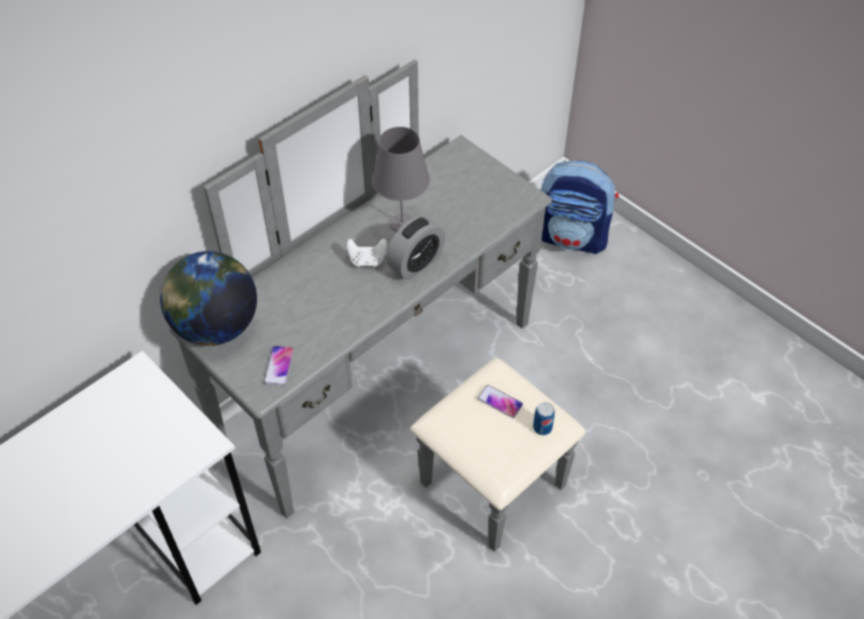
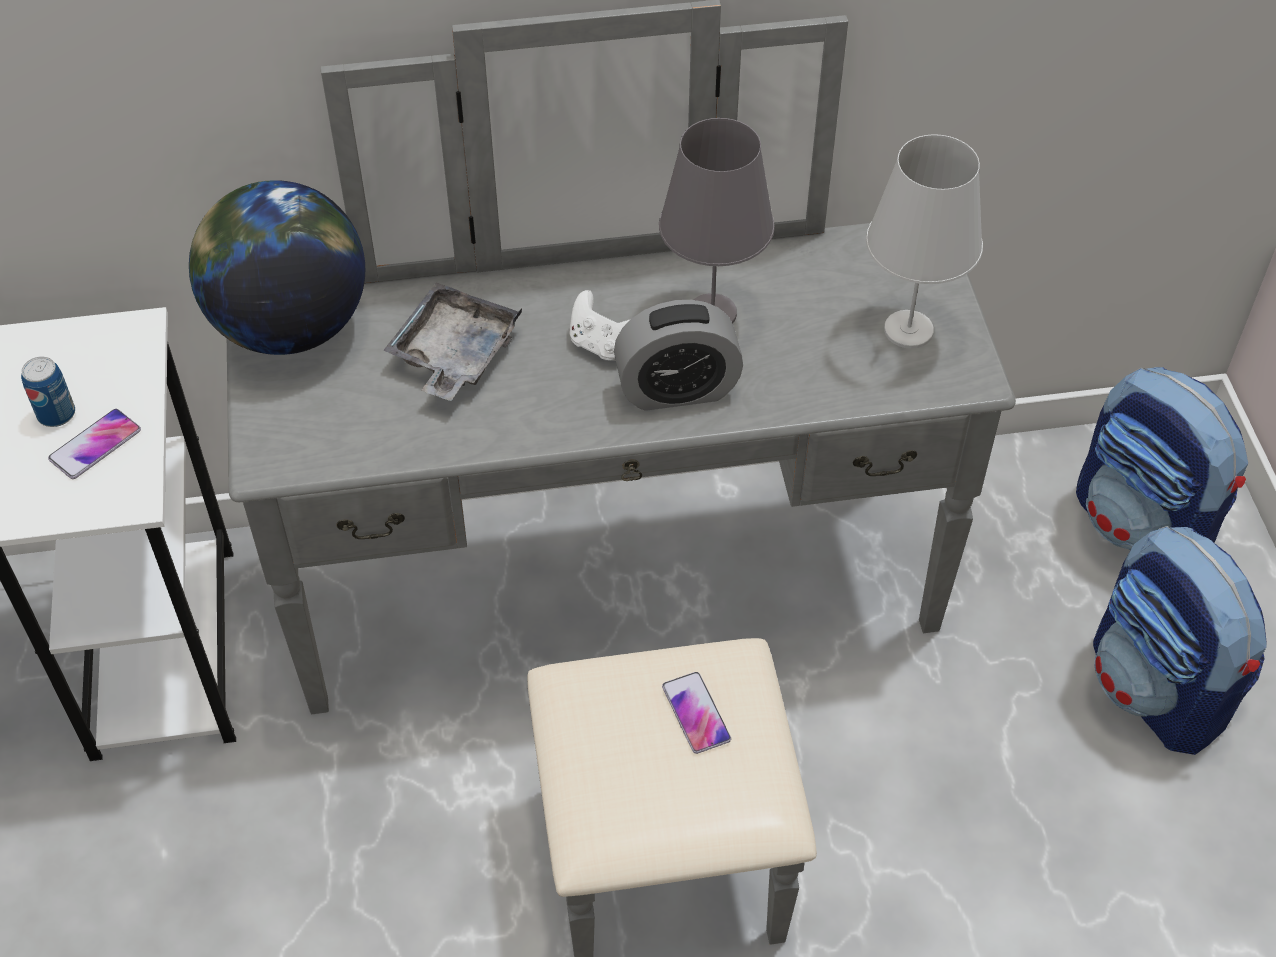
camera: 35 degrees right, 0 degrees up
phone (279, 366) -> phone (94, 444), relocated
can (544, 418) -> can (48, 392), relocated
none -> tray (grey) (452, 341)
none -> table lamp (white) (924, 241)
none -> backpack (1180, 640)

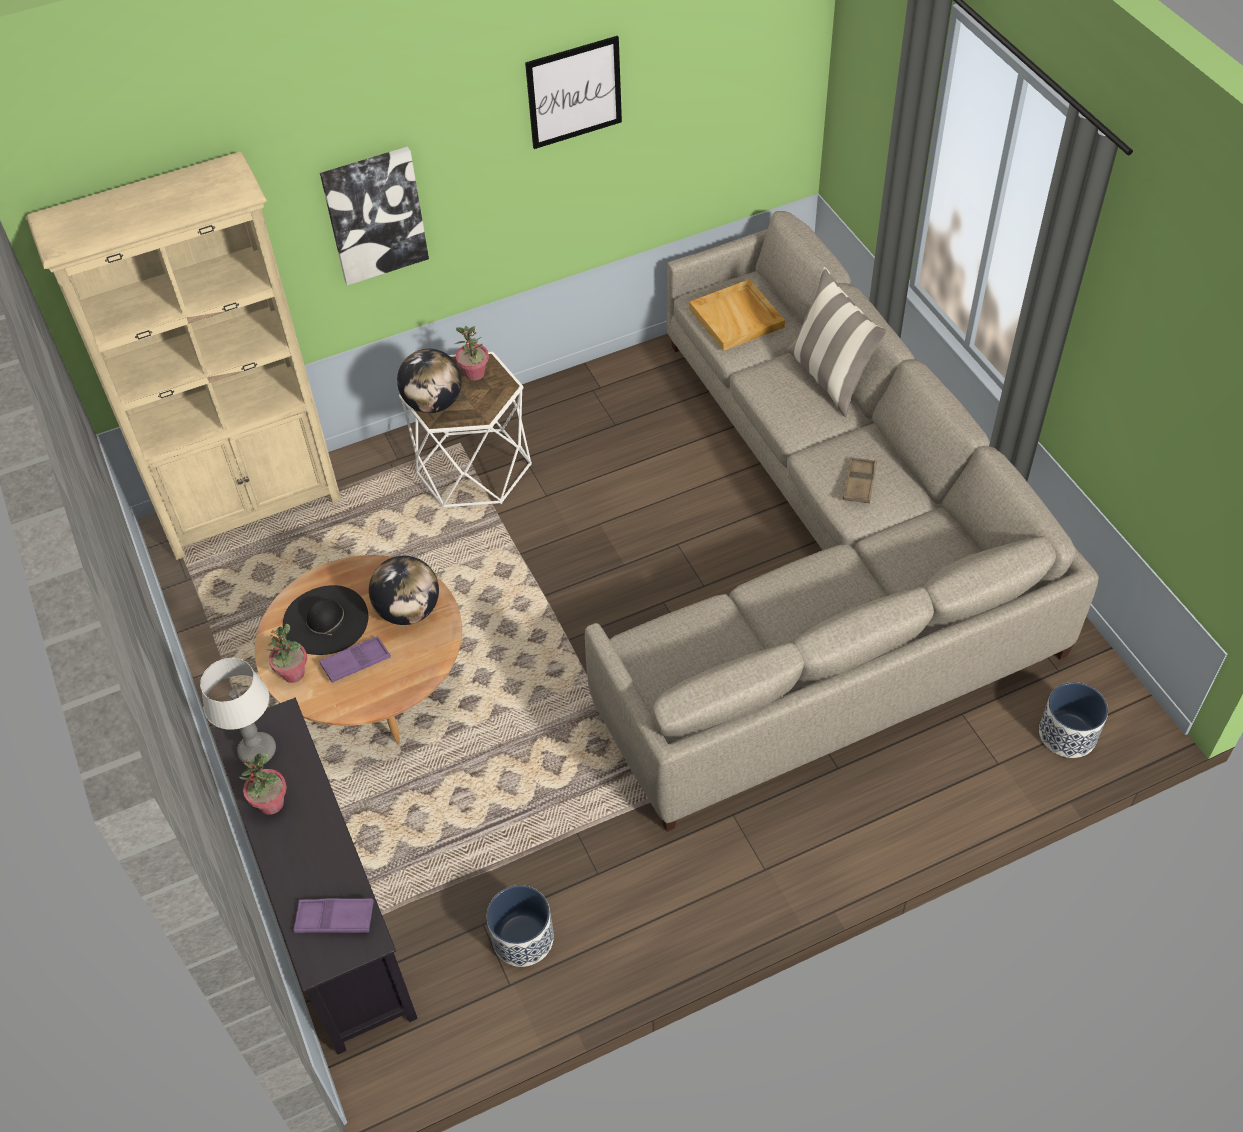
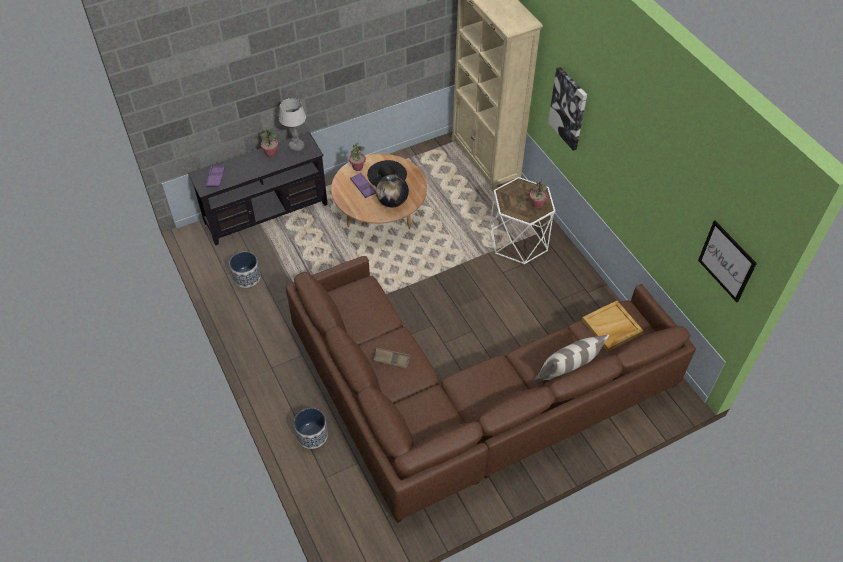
camera: 85 degrees right, 0 degrees up
globe (429, 381) -> none
picture (573, 92) -> picture (727, 261), relocated
sofa (grey) (842, 521) -> sofa (brown) (490, 389)
tray (brown) (860, 480) -> tray (brown) (391, 358), relocated
planter (1073, 720) -> planter (311, 428), relocated

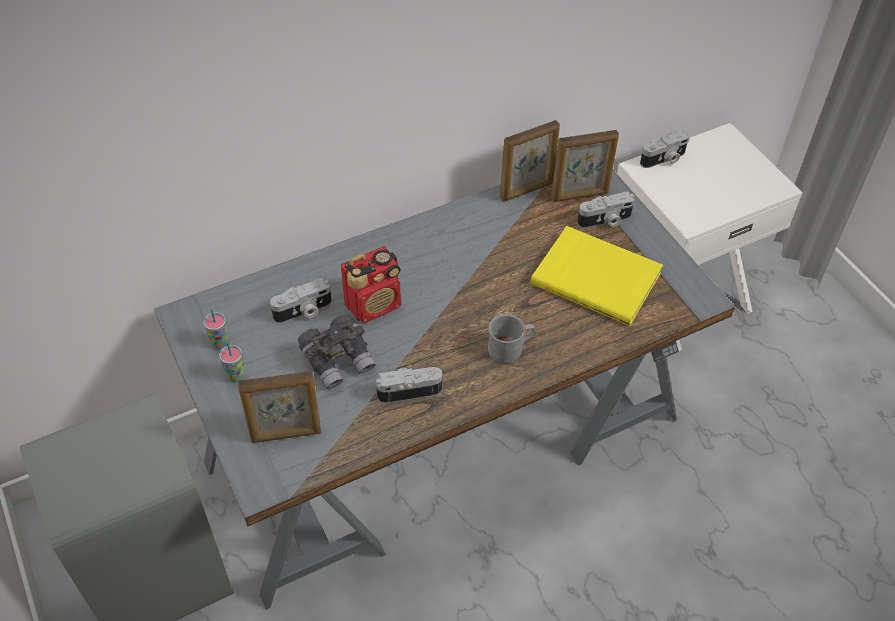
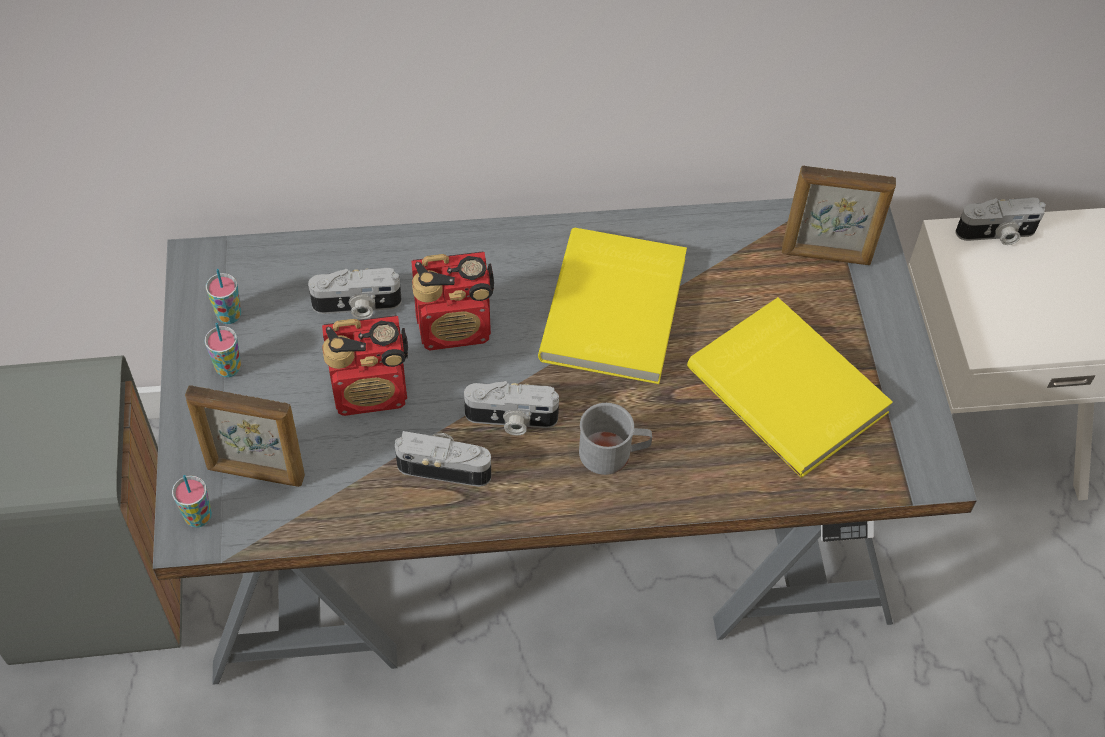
camera: 20 degrees right, 5 degrees up
binoculars (grey) (337, 351) -> radio (365, 365)
picture frame (530, 161) -> none
photo camera (605, 210) -> photo camera (511, 408), relocated
none -> cup (192, 501)
none -> book (yellow) (612, 306)

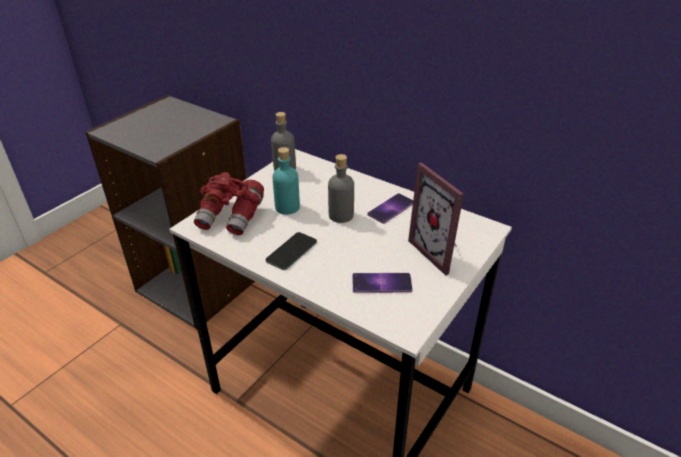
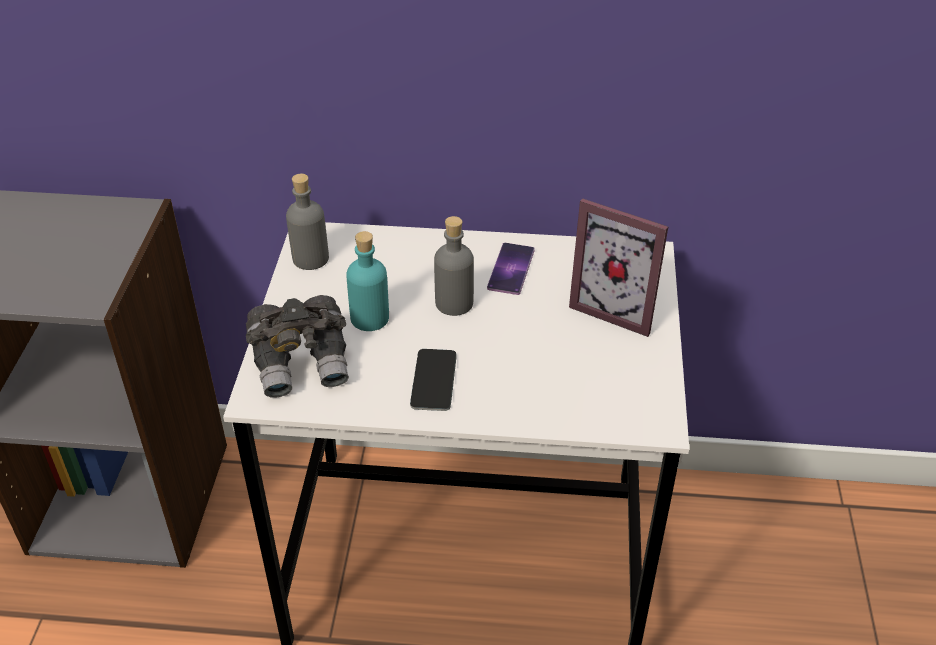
camera: 30 degrees left, 5 degrees up
binoculars (red) (229, 203) -> binoculars (grey) (297, 346)
phone (382, 283) -> none

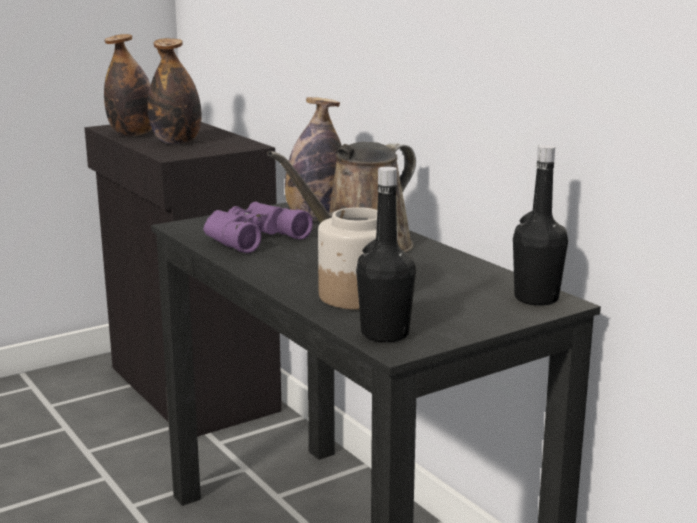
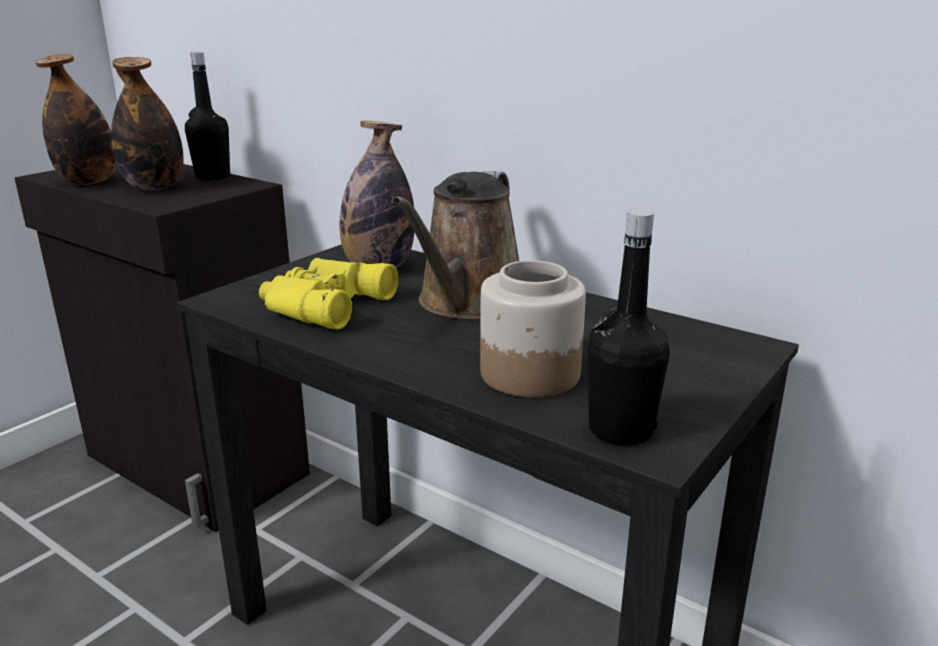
camera: 20 degrees left, 5 degrees up
binoculars (purple) (258, 227) -> binoculars (yellow) (328, 294)
bottle (black) (540, 225) -> bottle (black) (207, 117), relocated

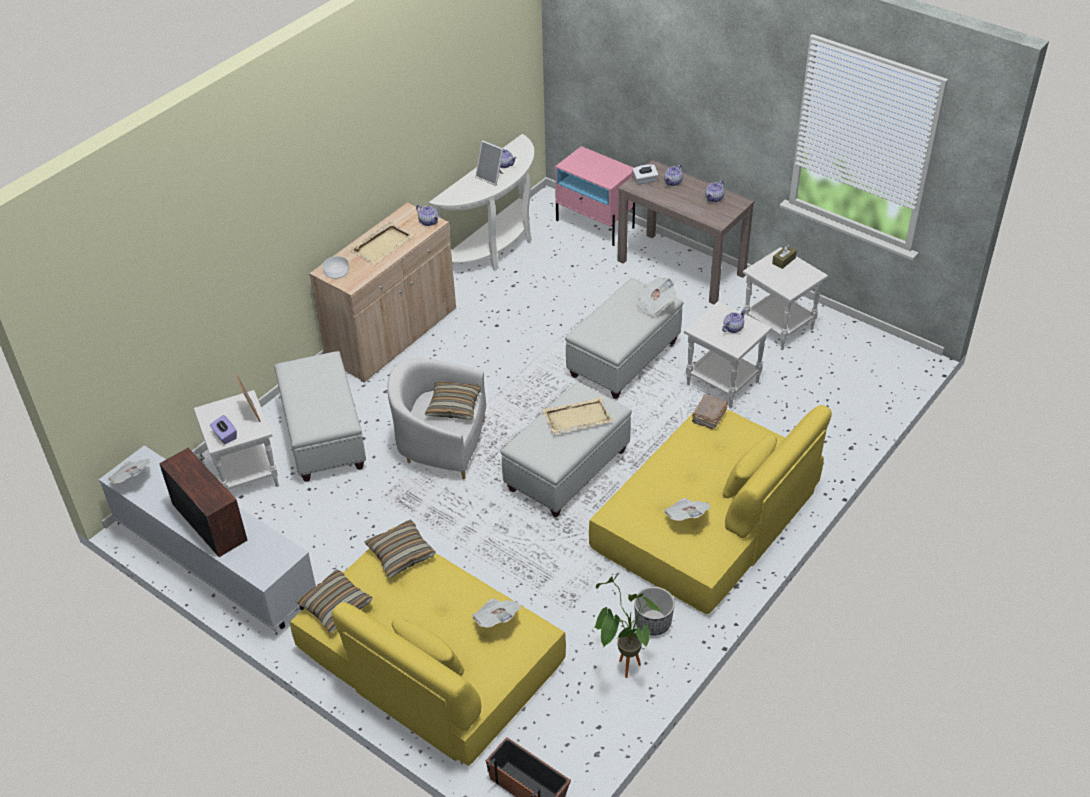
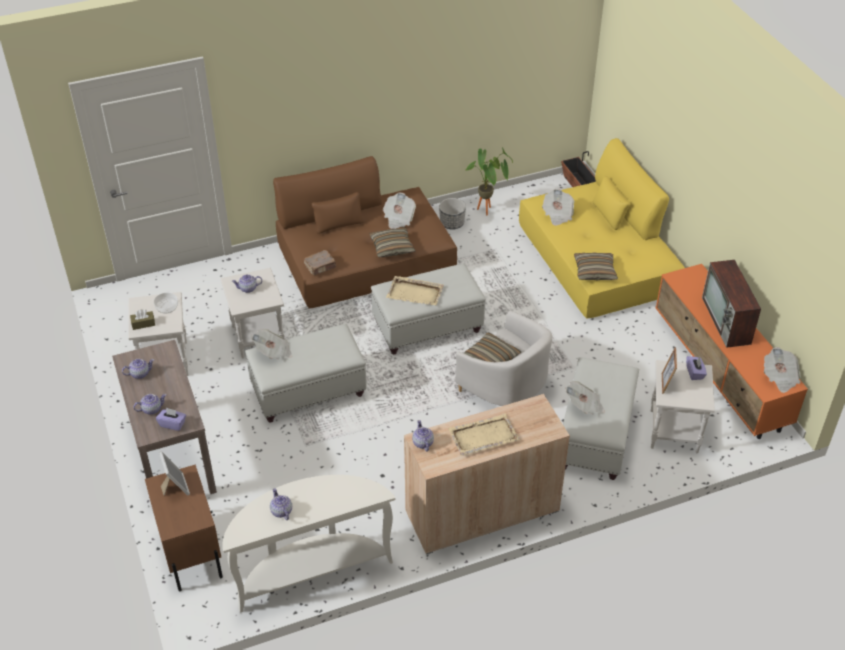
camera: 150 degrees left, 0 degrees up
tv stand (white) (207, 537) -> tv stand (orange) (731, 351)
pillow (333, 600) -> pillow (392, 242), relocated
bowl (335, 267) -> bowl (166, 303), relocated
picture frame (489, 163) -> picture frame (174, 473), relocated
nightstand (pink) (595, 196) -> nightstand (brown) (184, 528)
sofa (yellow) (710, 509) -> sofa (brown) (365, 232)
tissue box (white) (645, 174) -> tissue box (purple) (171, 419)
none -> newspaper (585, 397)

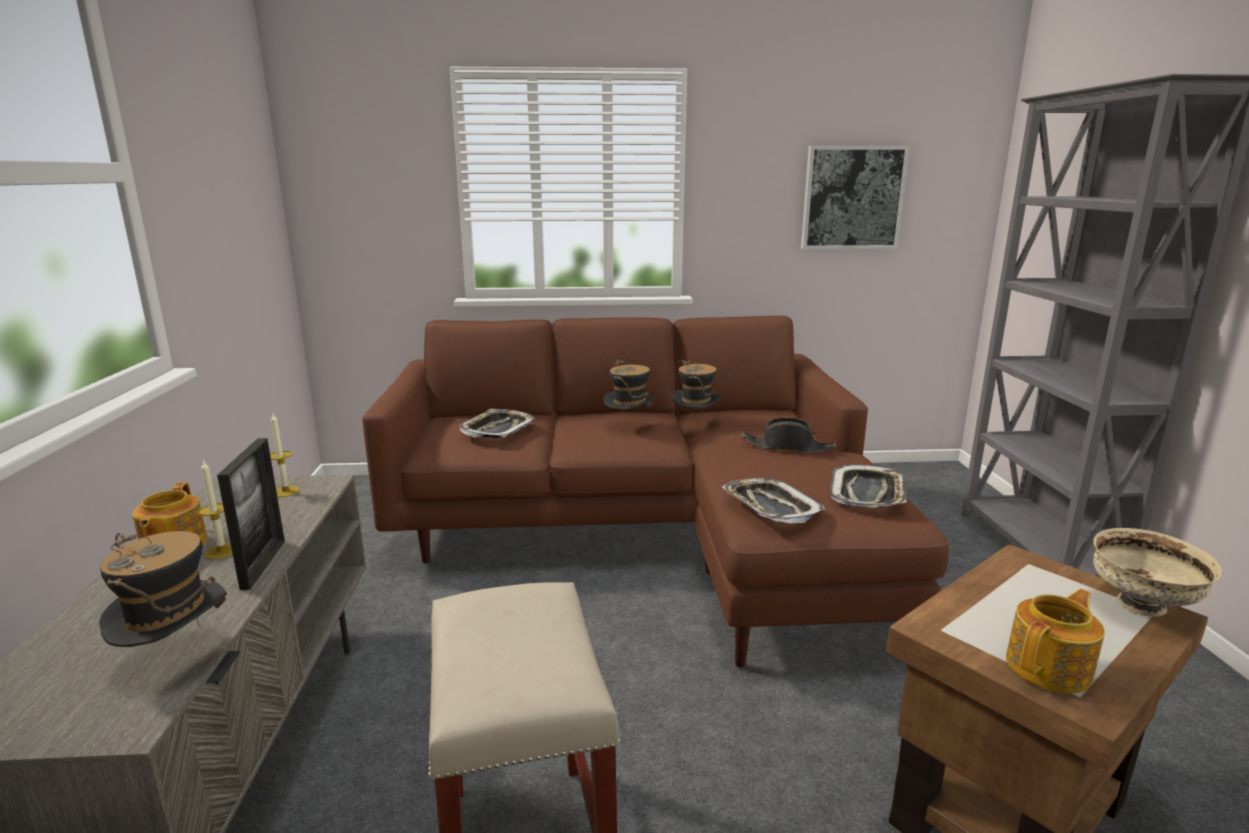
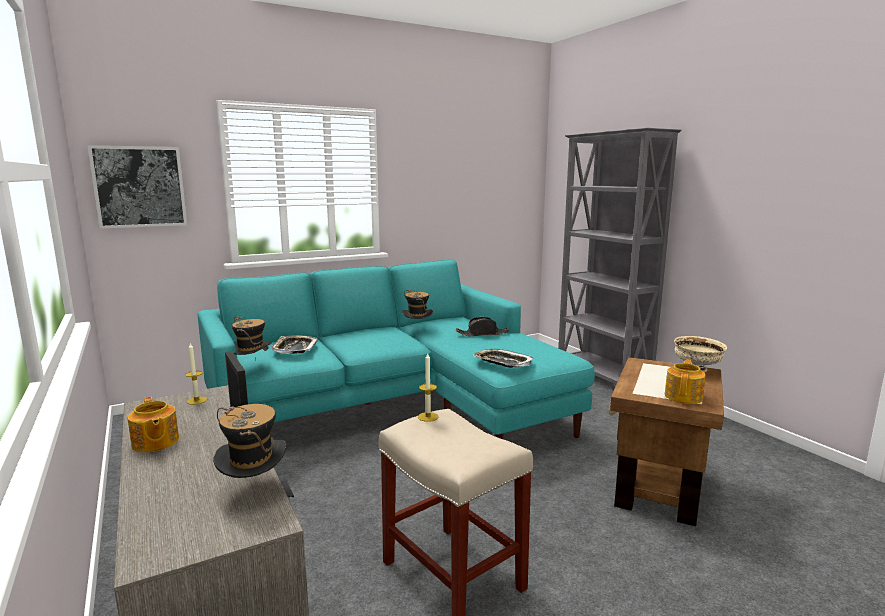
camera: 25 degrees left, 5 degrees down
candle (215, 509) -> candle (428, 387), relocated
sofa (brown) (655, 492) -> sofa (turquoise) (396, 349)
hat (629, 389) -> hat (252, 339), relocated
picture (855, 197) -> picture (137, 187), relocated
tray (868, 486) -> none

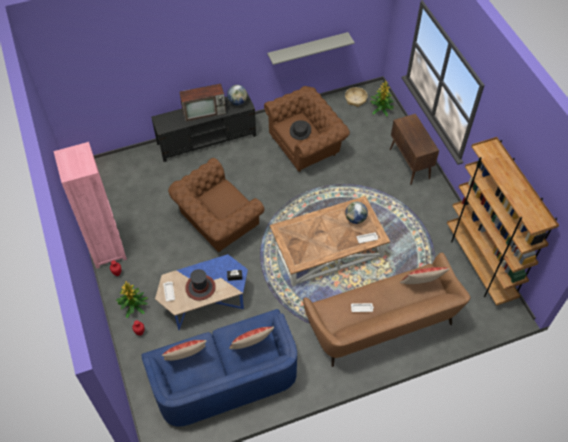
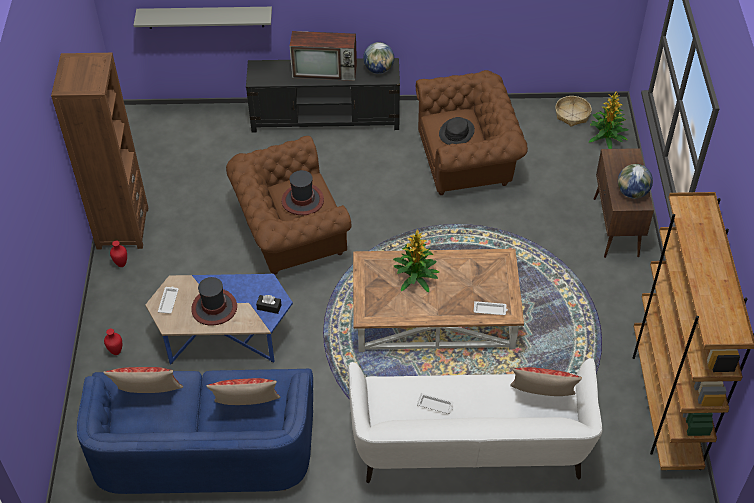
camera: 20 degrees right, 5 degrees down
bookcase (pink) (90, 205) -> bookcase (brown) (99, 151)
potted plant (132, 299) -> potted plant (416, 260), relocated
shelf (grey) (311, 48) -> shelf (grey) (203, 18), relocated
sofa (brown) (386, 310) -> sofa (white) (475, 420)
globe (356, 213) -> globe (635, 181), relocated
none -> hat (302, 192)

